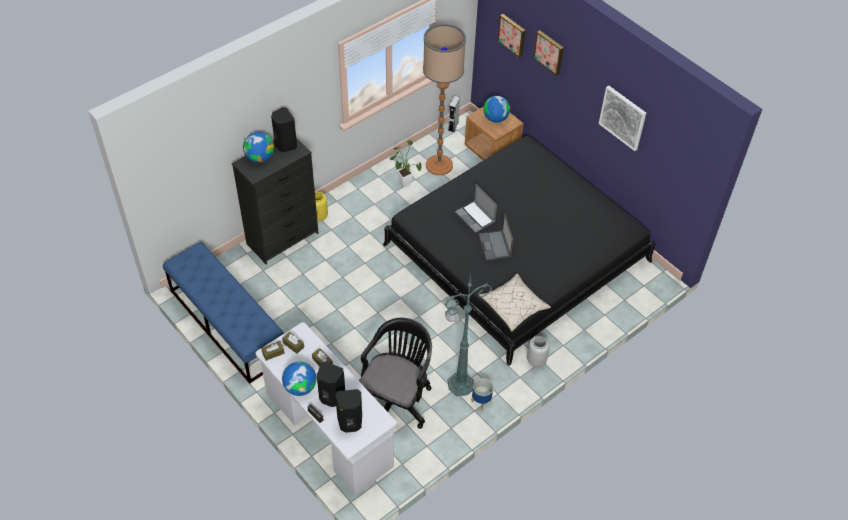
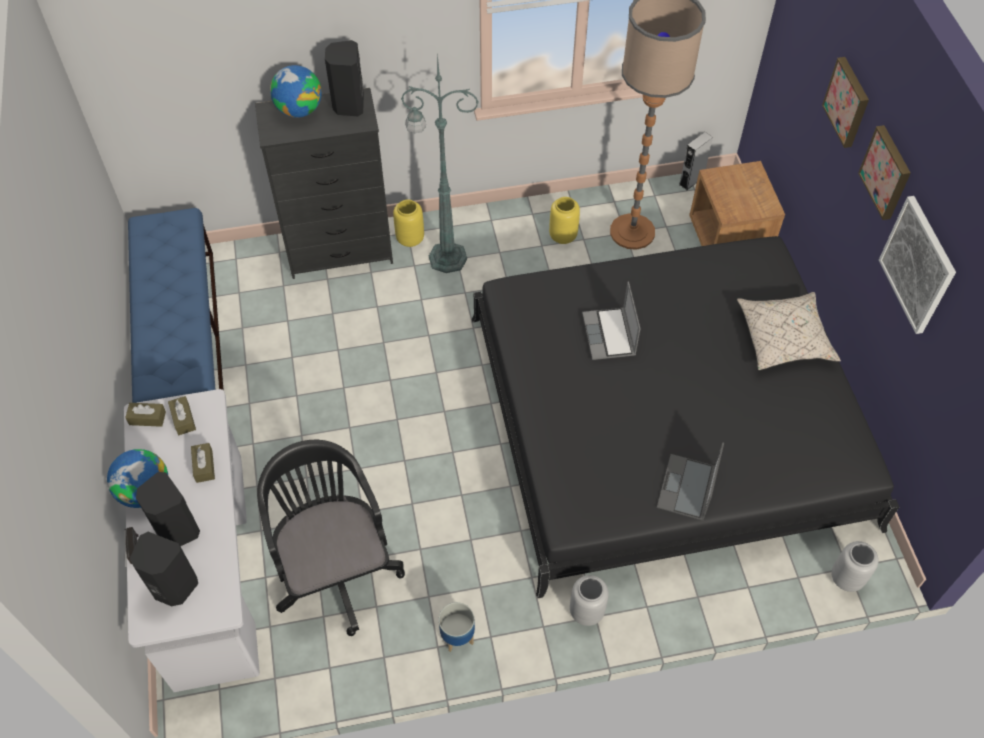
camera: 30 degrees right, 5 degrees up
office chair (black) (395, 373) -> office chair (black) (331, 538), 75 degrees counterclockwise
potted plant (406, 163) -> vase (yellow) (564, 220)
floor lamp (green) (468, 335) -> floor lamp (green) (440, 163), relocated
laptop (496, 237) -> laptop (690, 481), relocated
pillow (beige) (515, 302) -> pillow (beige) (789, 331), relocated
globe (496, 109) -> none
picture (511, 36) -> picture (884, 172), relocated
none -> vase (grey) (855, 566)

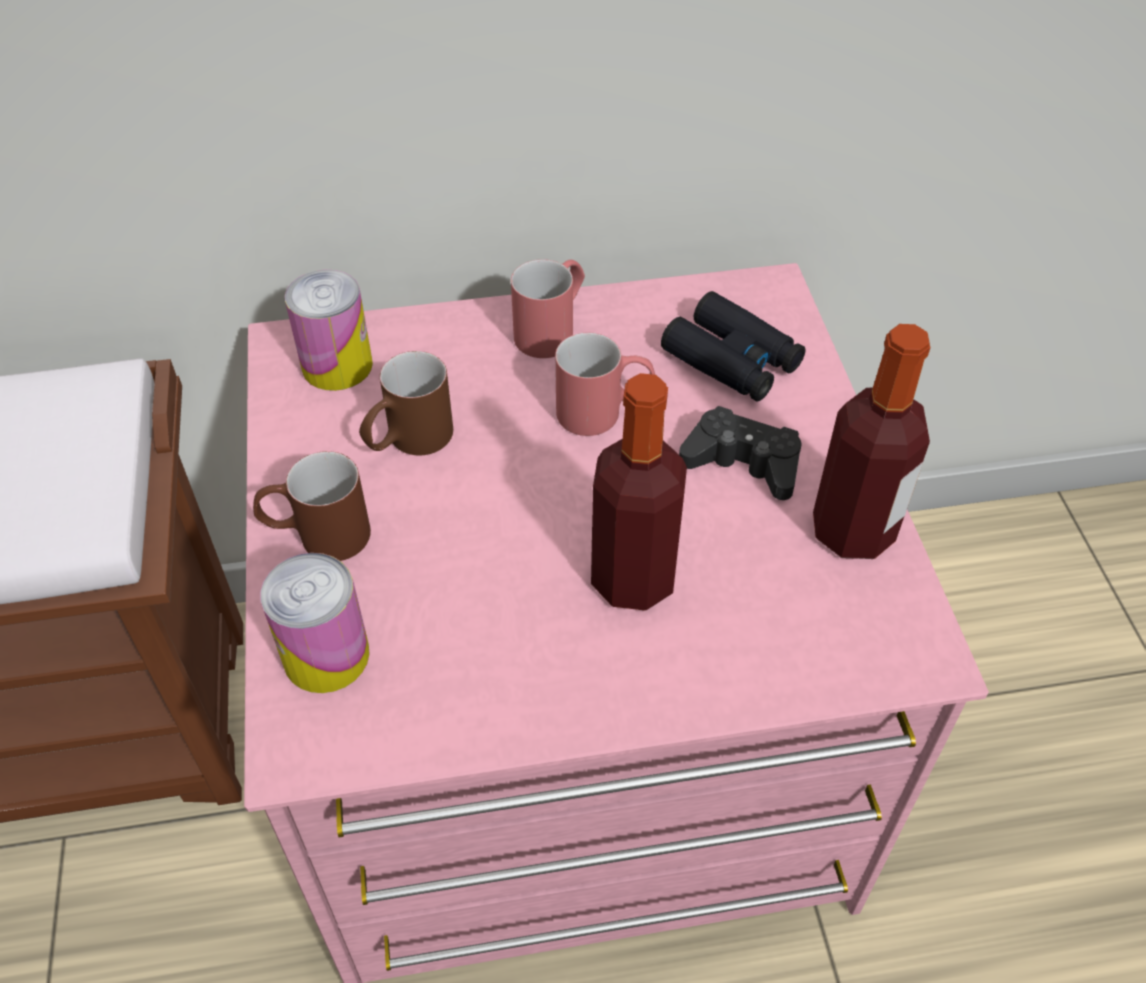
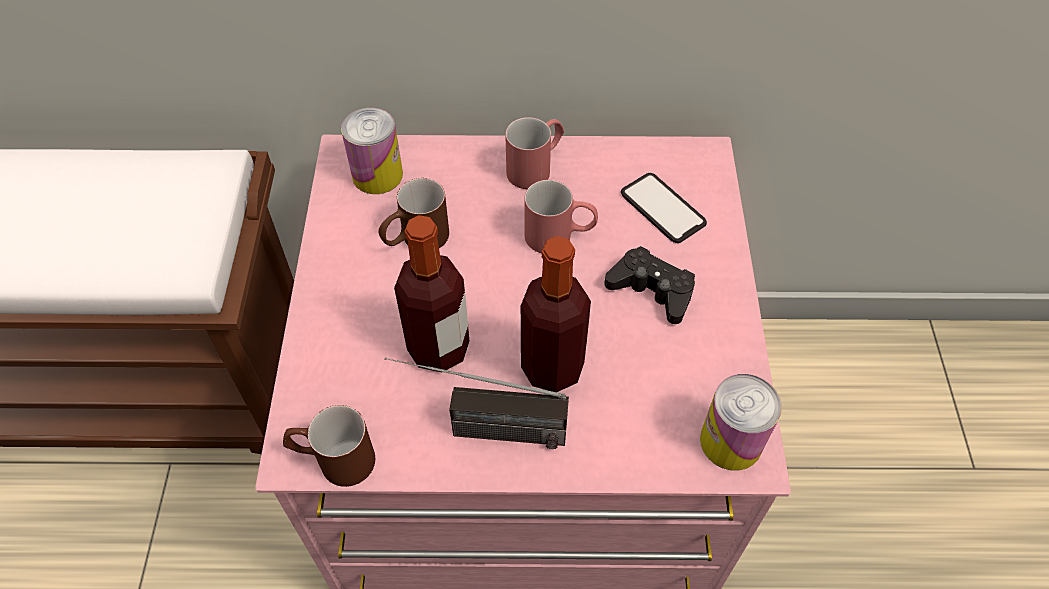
camera: 10 degrees right, 5 degrees up
mug (brown) (312, 506) -> mug (brown) (329, 446), relocated
can (314, 623) -> can (741, 422), relocated
binoculars (black) (733, 346) -> phone (664, 208)
bottle (871, 441) -> bottle (431, 293), relocated
none -> radio (476, 403)

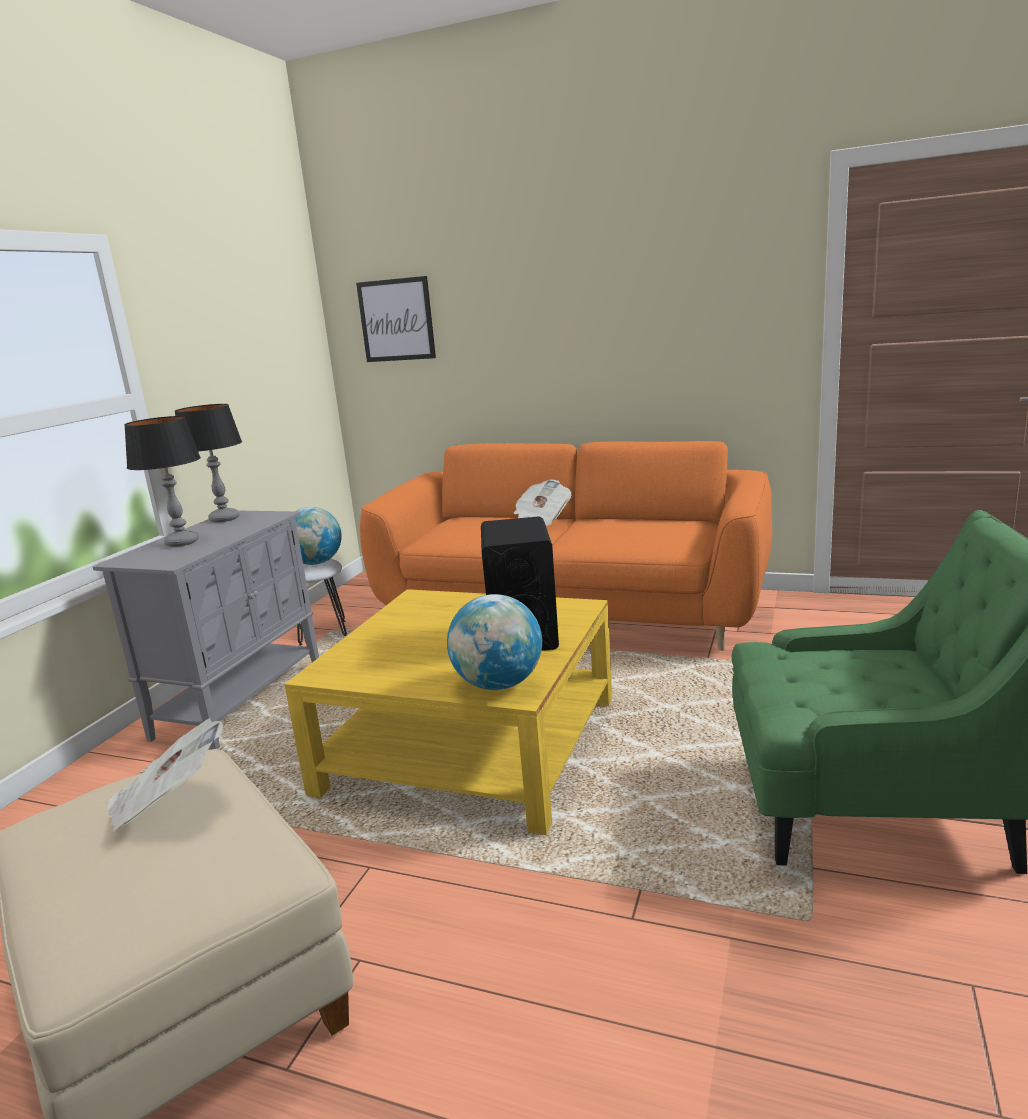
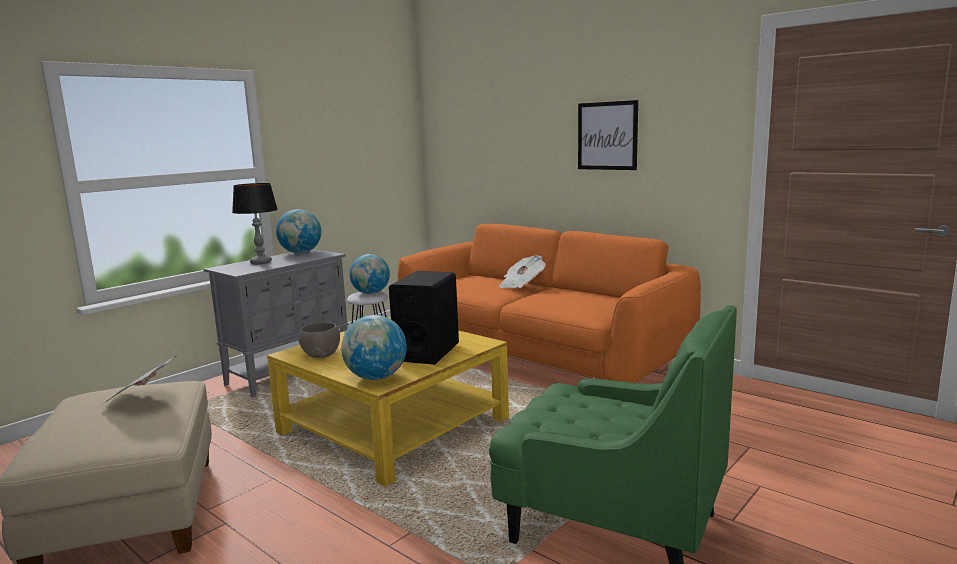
camera: 20 degrees right, 5 degrees down
table lamp (208, 463) -> globe (298, 231)
picture (396, 319) -> picture (608, 135), relocated
none -> bowl (grey) (319, 340)

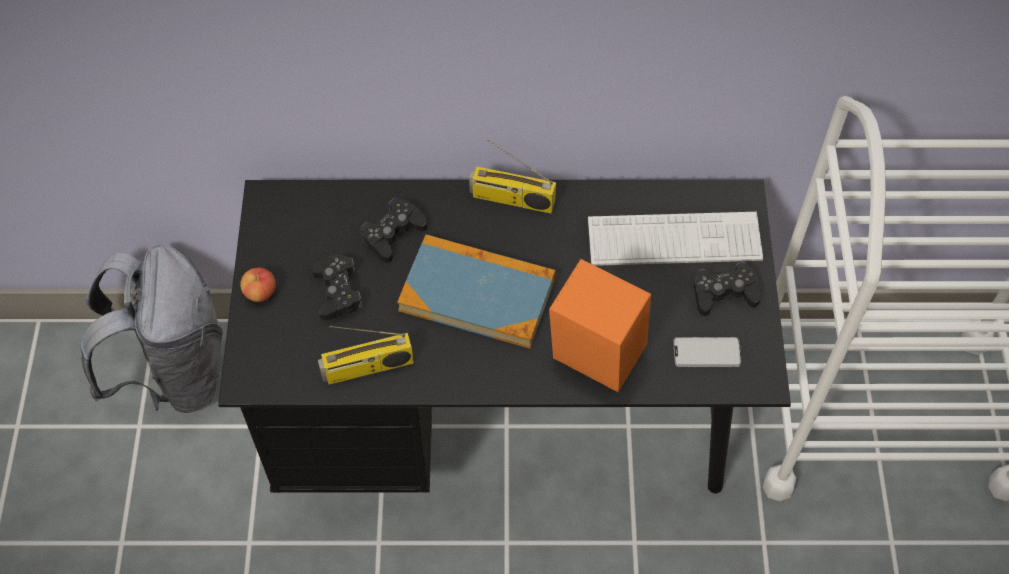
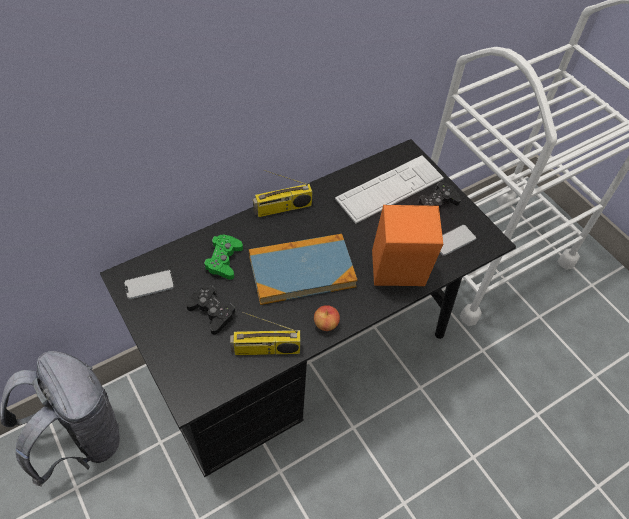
camera: 35 degrees left, 5 degrees down
apple (258, 284) -> apple (327, 318), relocated
radio (366, 355) -> radio (265, 333), 45 degrees clockwise
game controller (black) (394, 230) -> game controller (green) (223, 257)
none -> phone (149, 284)

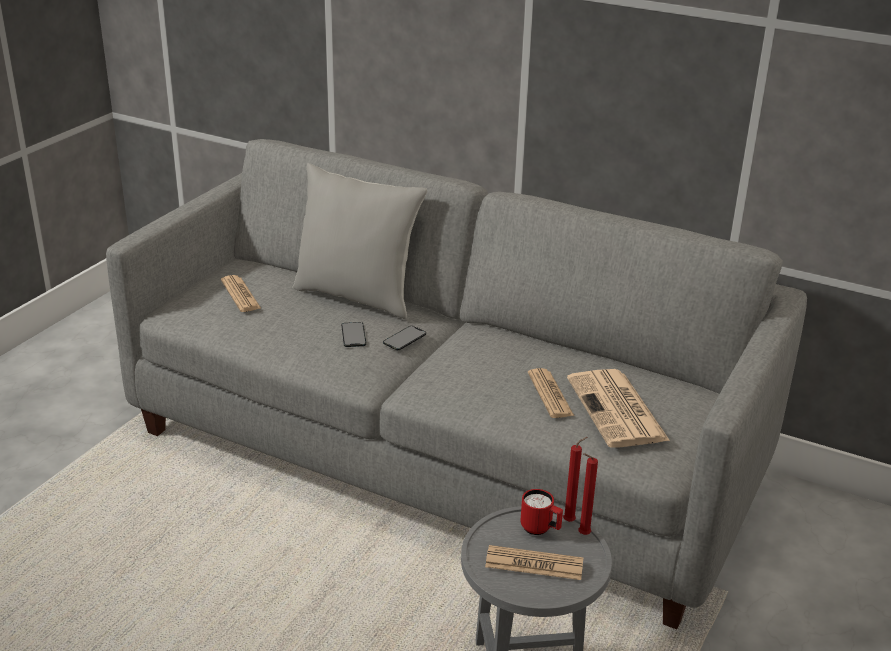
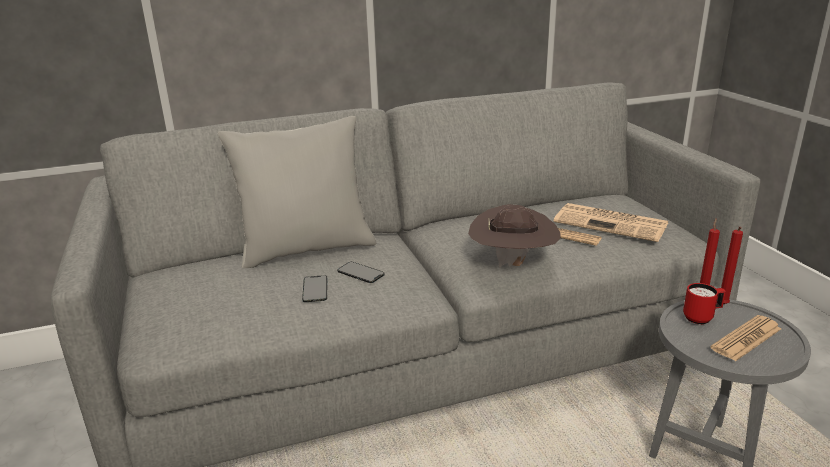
camera: 45 degrees left, 5 degrees down
newspaper (241, 293) -> none
phone (404, 338) -> phone (315, 288), relocated
none -> hat (brown) (514, 236)

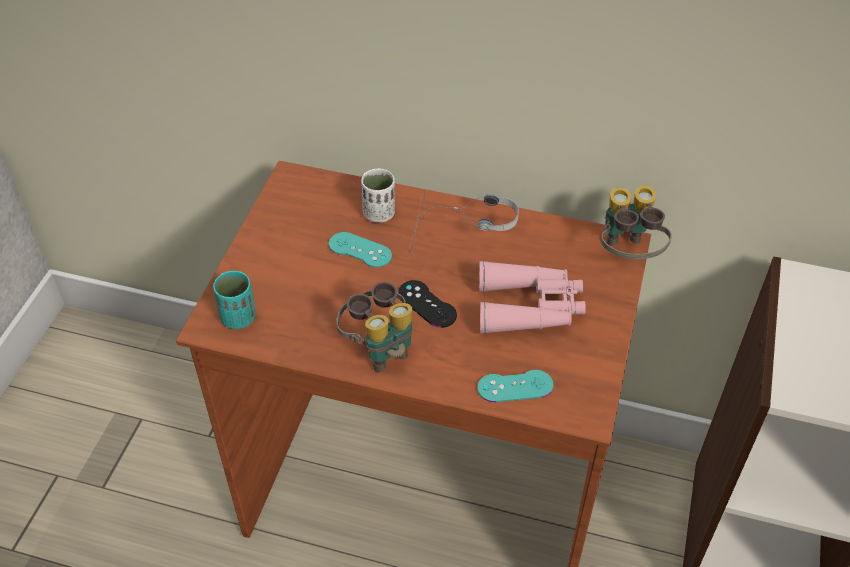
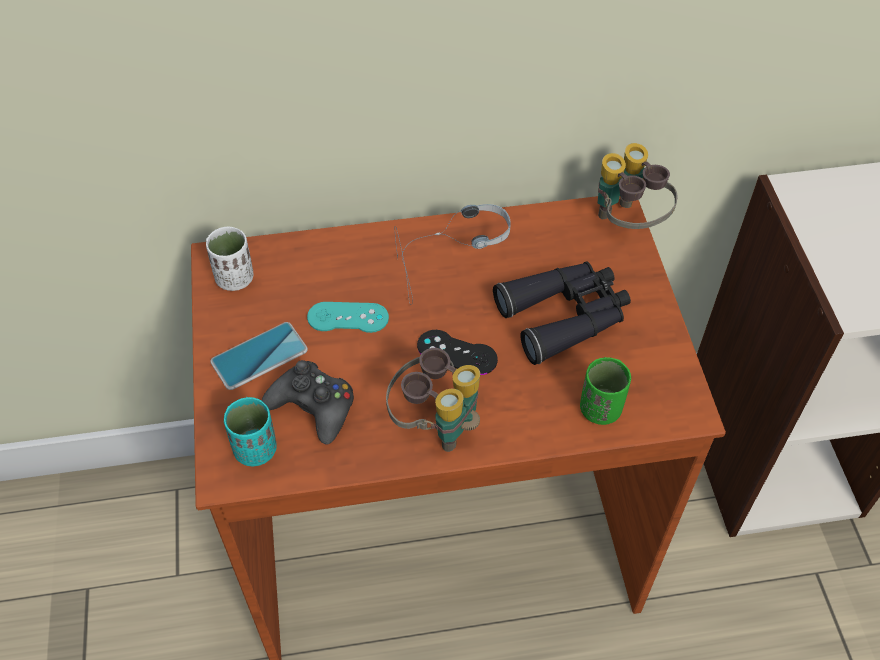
camera: 25 degrees left, 5 degrees up
cup (white) (378, 195) -> cup (white) (229, 259), relocated
game controller (turquoise) (515, 386) -> cup (green) (605, 391)
binoculars (pink) (532, 297) -> binoculars (black) (562, 313)
none -> phone (259, 356)
none -> game controller (black) (308, 402)

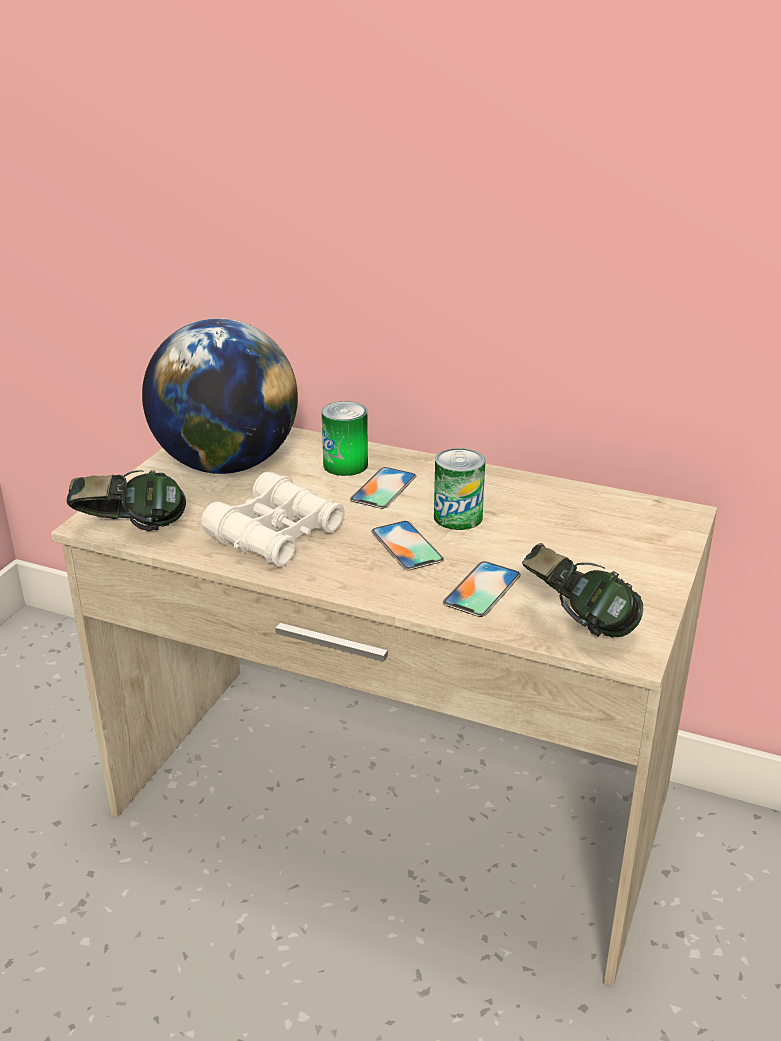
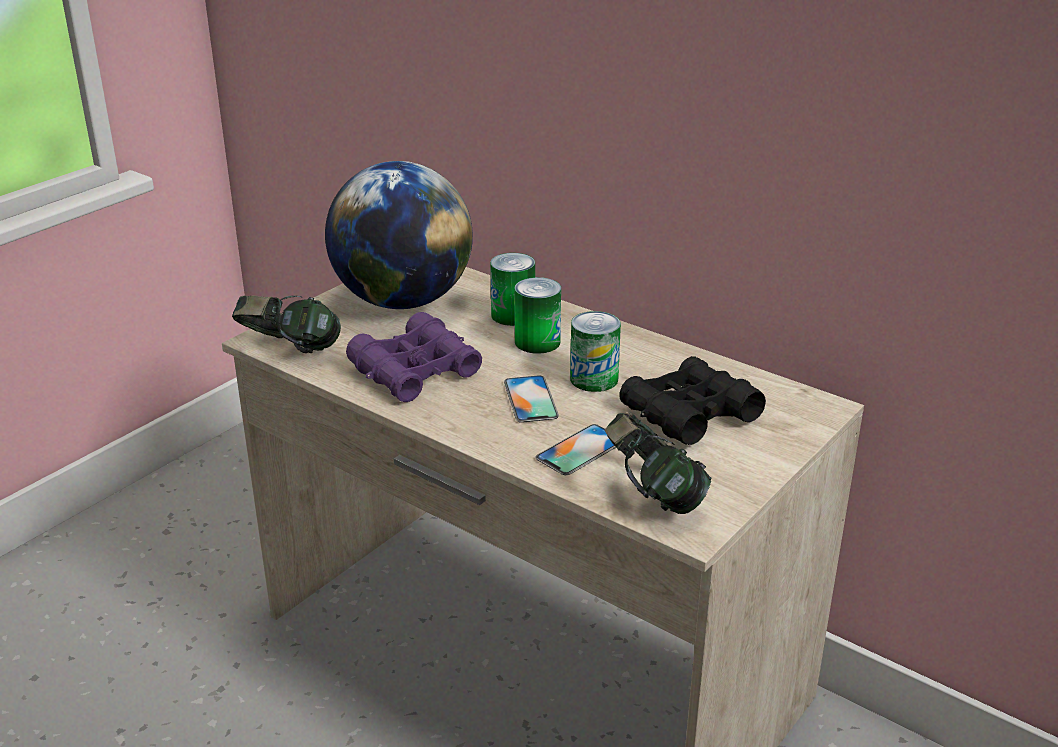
camera: 15 degrees right, 0 degrees up
binoculars (white) (273, 519) -> binoculars (purple) (414, 357)
phone (383, 488) -> can (538, 315)
none -> binoculars (black) (692, 400)

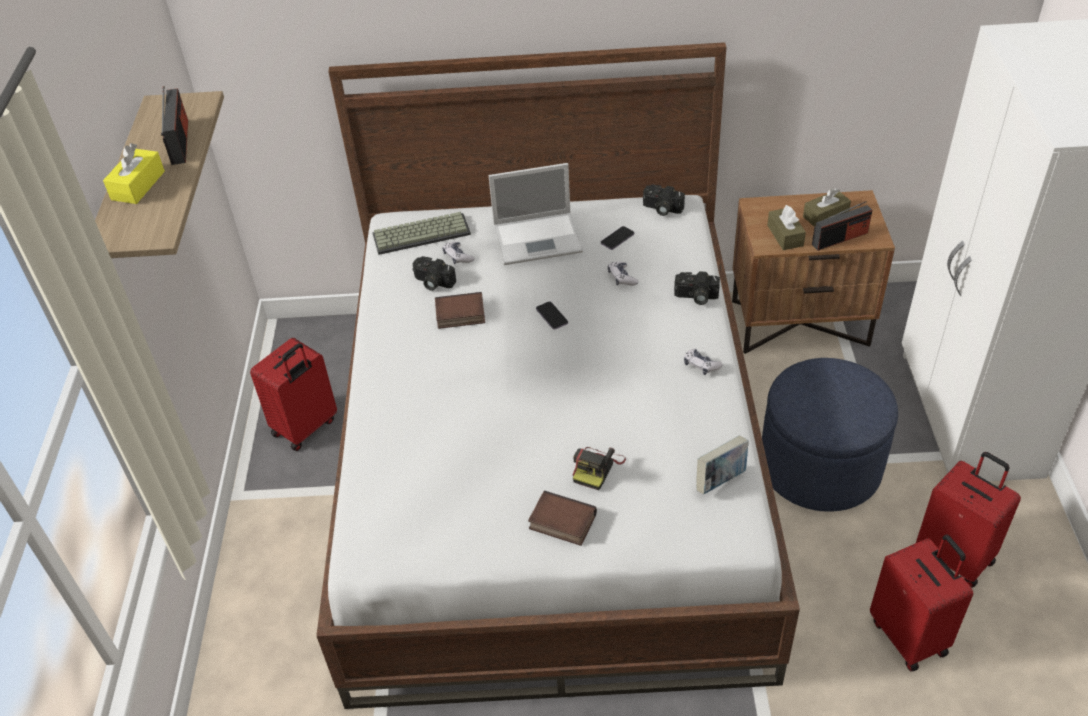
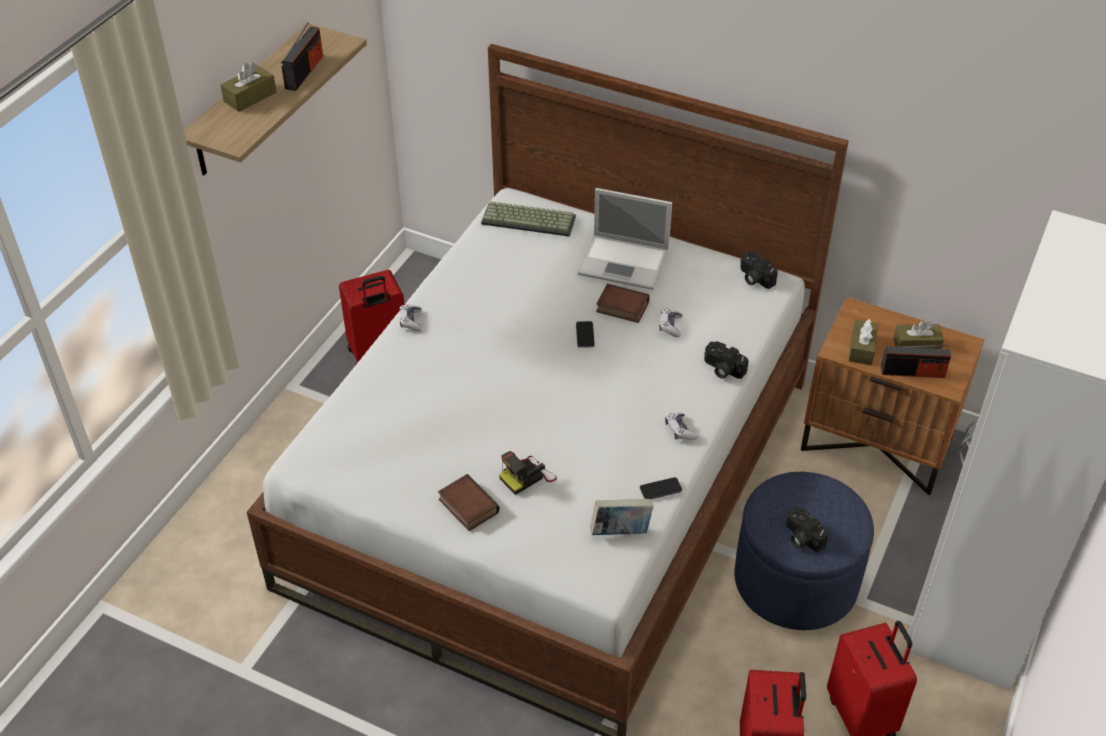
camera: 25 degrees right, 0 degrees up
tissue box (yellow) (134, 173) -> tissue box (brown) (248, 87)
photo camera (434, 273) -> photo camera (807, 529), relocated
book (460, 310) -> book (623, 303), relocated
game controller (458, 253) -> game controller (410, 317), relocated
phone (617, 238) -> phone (661, 488), relocated

